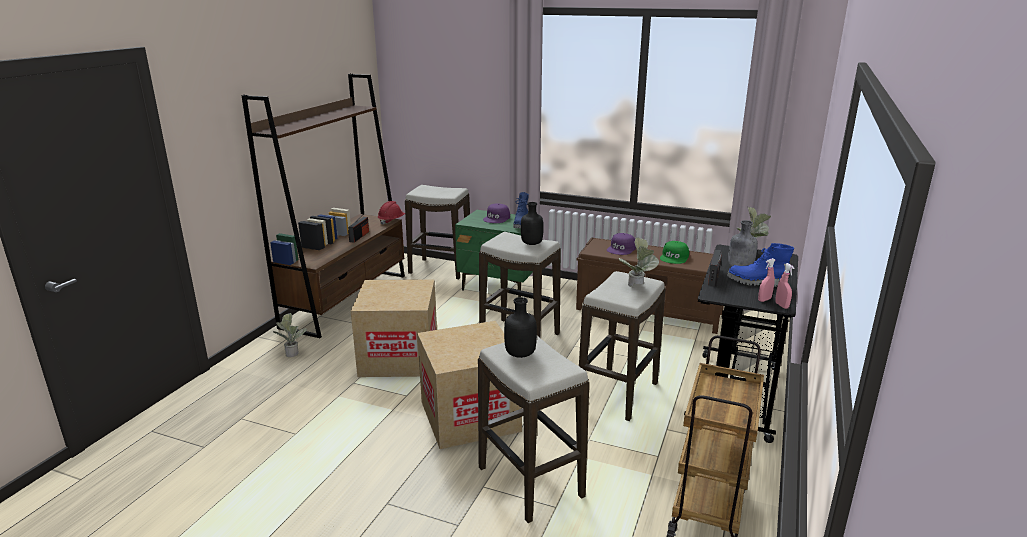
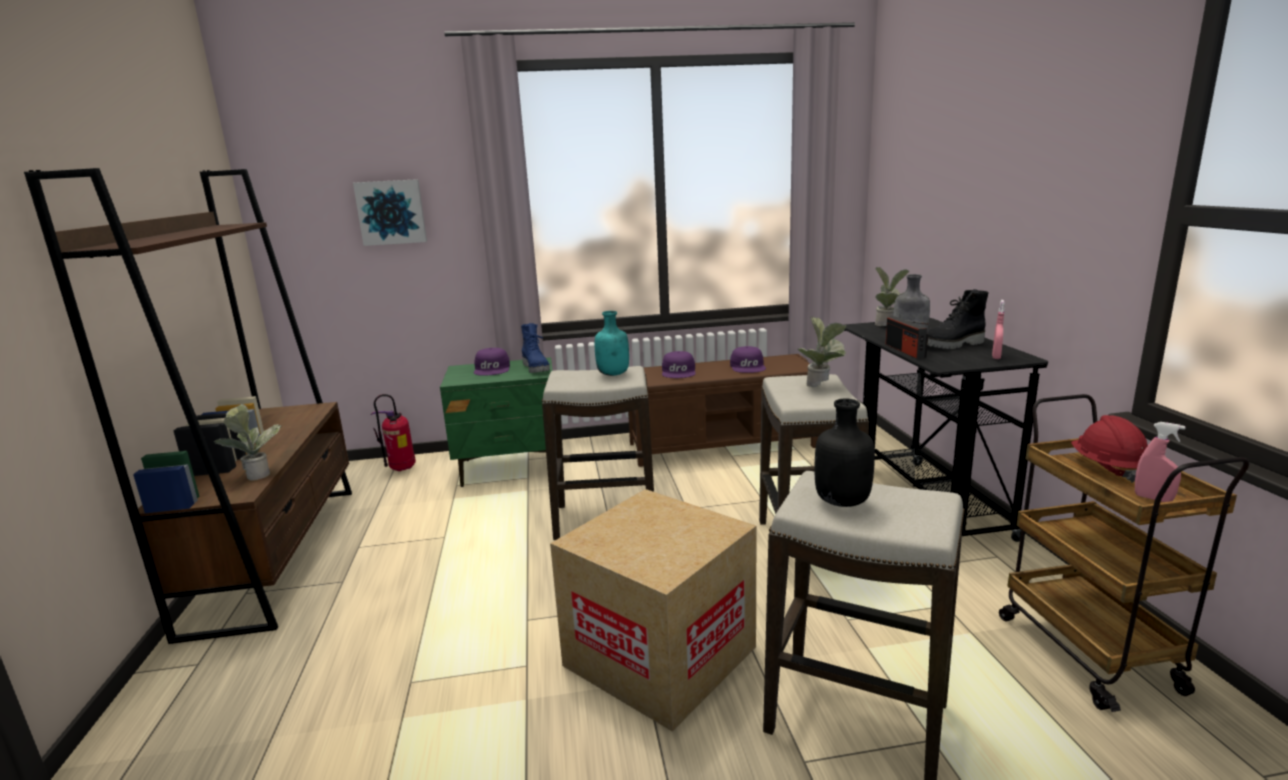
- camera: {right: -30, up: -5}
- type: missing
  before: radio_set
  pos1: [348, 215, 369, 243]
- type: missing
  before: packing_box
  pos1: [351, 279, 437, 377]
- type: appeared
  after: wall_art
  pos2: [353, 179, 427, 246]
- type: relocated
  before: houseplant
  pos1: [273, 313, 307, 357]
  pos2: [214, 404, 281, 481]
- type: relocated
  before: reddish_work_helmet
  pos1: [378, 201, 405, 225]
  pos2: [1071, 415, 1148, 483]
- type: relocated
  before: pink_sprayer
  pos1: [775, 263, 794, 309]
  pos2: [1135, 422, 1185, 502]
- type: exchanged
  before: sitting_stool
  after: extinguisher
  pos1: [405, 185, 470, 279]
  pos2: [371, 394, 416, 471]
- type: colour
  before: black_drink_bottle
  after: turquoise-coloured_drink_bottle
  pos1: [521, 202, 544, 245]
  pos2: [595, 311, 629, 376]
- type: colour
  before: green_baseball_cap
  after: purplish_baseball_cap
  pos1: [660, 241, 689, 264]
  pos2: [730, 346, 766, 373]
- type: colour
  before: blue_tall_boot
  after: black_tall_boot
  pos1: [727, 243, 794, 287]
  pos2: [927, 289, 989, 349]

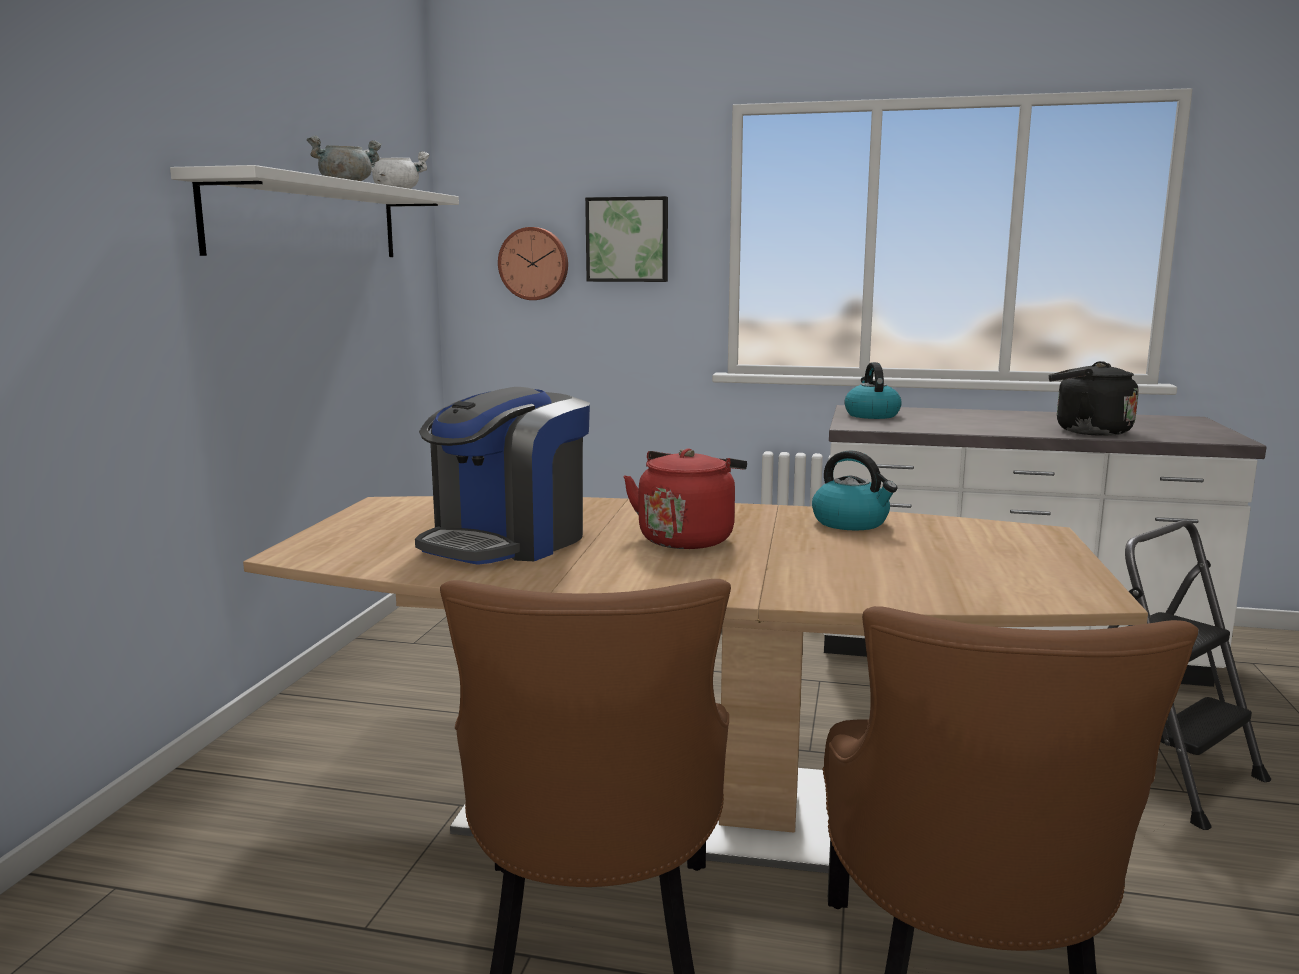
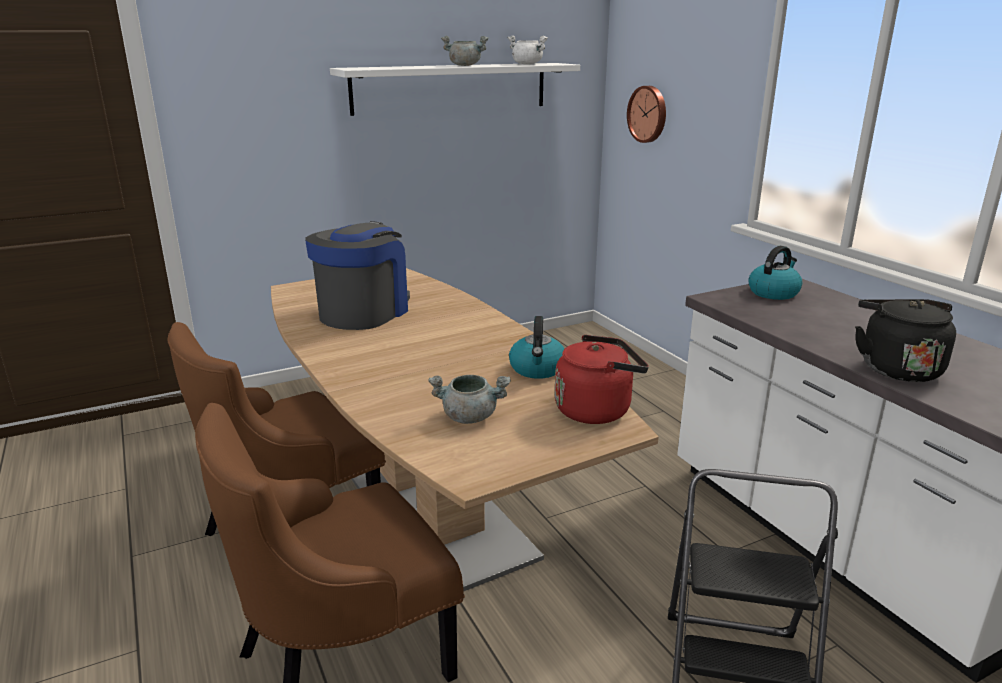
- camera: {right: 50, up: 10}
- type: missing
  before: wall_art
  pos1: [585, 196, 668, 282]
- type: appeared
  after: grey_cooking_pot
  pos2: [428, 375, 511, 424]
- type: relocated
  before: reddish_kettle
  pos1: [623, 449, 747, 549]
  pos2: [555, 335, 649, 424]
- type: spun
  before: coffee_machine
  pos1: [415, 387, 590, 565]
  pos2: [305, 221, 410, 330]
  turn: 120

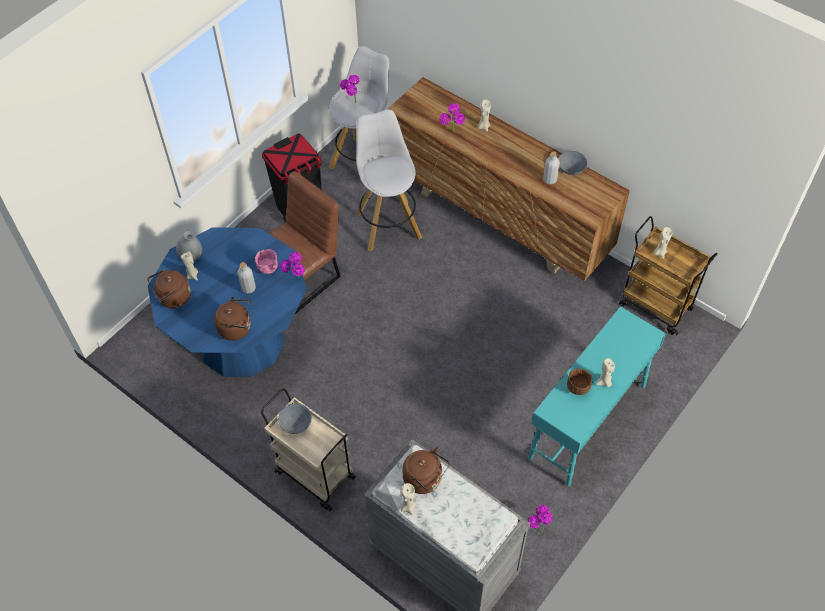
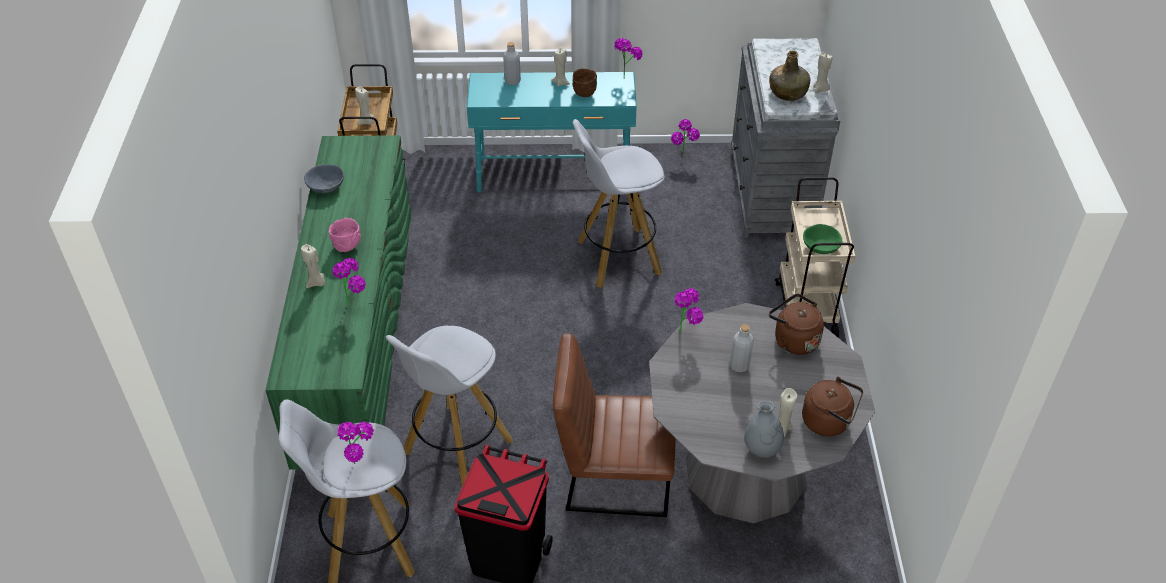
- camera: {right: -130, up: -10}
- type: appeared
  after: white-coloured_sitting_stool
  pos2: [573, 119, 664, 288]
- type: appeared
  after: houseplant
  pos2: [614, 38, 643, 79]
- type: relocated
  before: pink_serving_bowl
  pos1: [255, 249, 278, 274]
  pos2: [329, 217, 361, 252]
- type: relocated
  before: grey_drink_bottle
  pos1: [543, 151, 560, 184]
  pos2: [503, 42, 521, 85]
- type: exchanged
  before: brown_kettle
  after: green_drink_bottle
  pos1: [403, 446, 450, 494]
  pos2: [769, 51, 810, 101]
- type: colour
  before: blue_dining_table
  after: grey_dining_table
  pos1: [148, 227, 307, 377]
  pos2: [649, 303, 875, 523]
- type: colour
  before: grey_serving_bowl
  after: green_serving_bowl
  pos1: [278, 403, 312, 434]
  pos2: [803, 224, 842, 254]
- type: colour
  before: brown_cabinet
  after: green_cabinet
  pos1: [388, 77, 630, 281]
  pos2: [265, 135, 411, 469]

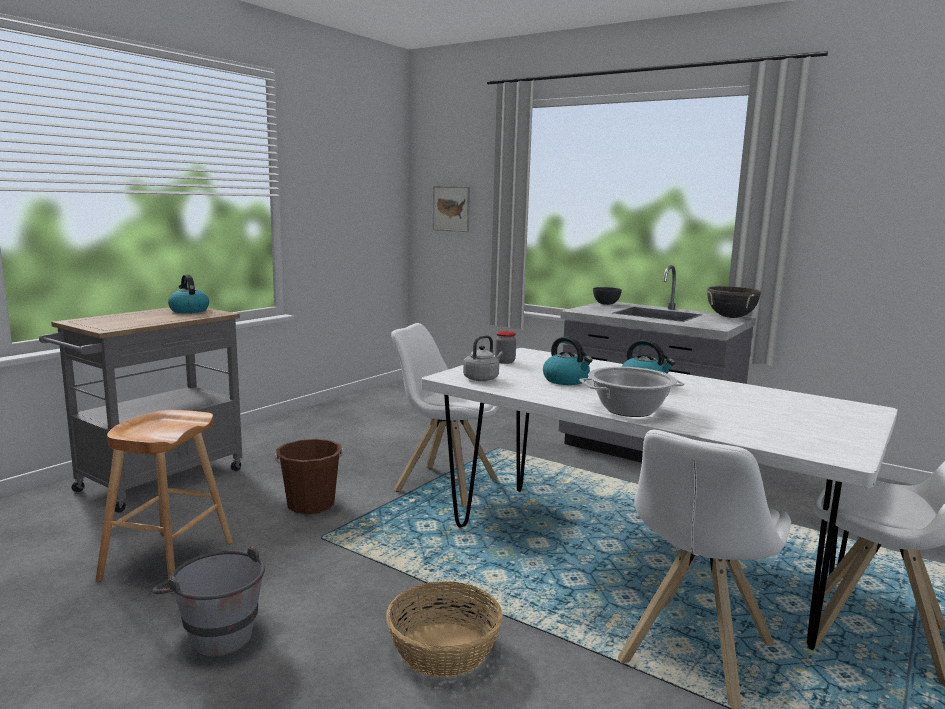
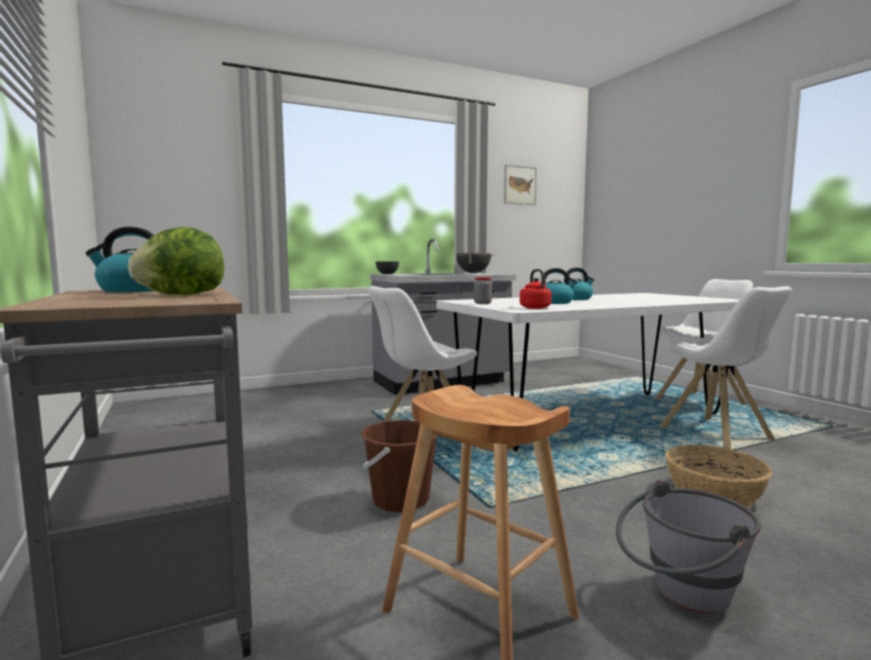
- camera: {right: -60, up: -5}
- type: missing
  before: cooking_pot
  pos1: [579, 367, 685, 417]
- type: appeared
  after: head_of_lettuce
  pos2: [128, 227, 224, 295]
- type: relocated
  before: wall_art
  pos1: [433, 186, 470, 232]
  pos2: [504, 165, 537, 205]
- type: colour
  before: grey_kettle
  after: reddish_kettle
  pos1: [463, 335, 503, 381]
  pos2: [520, 269, 552, 309]

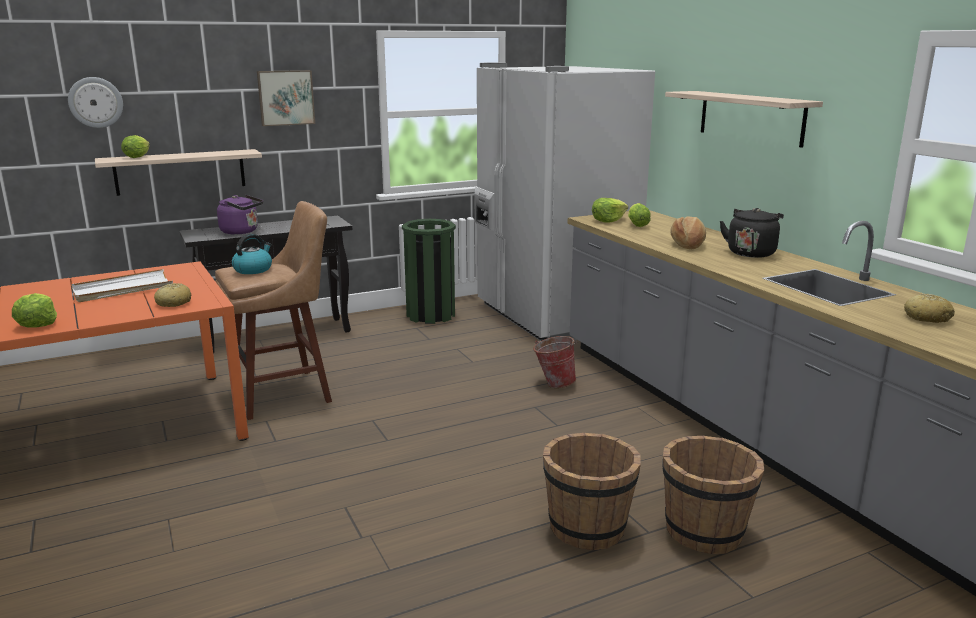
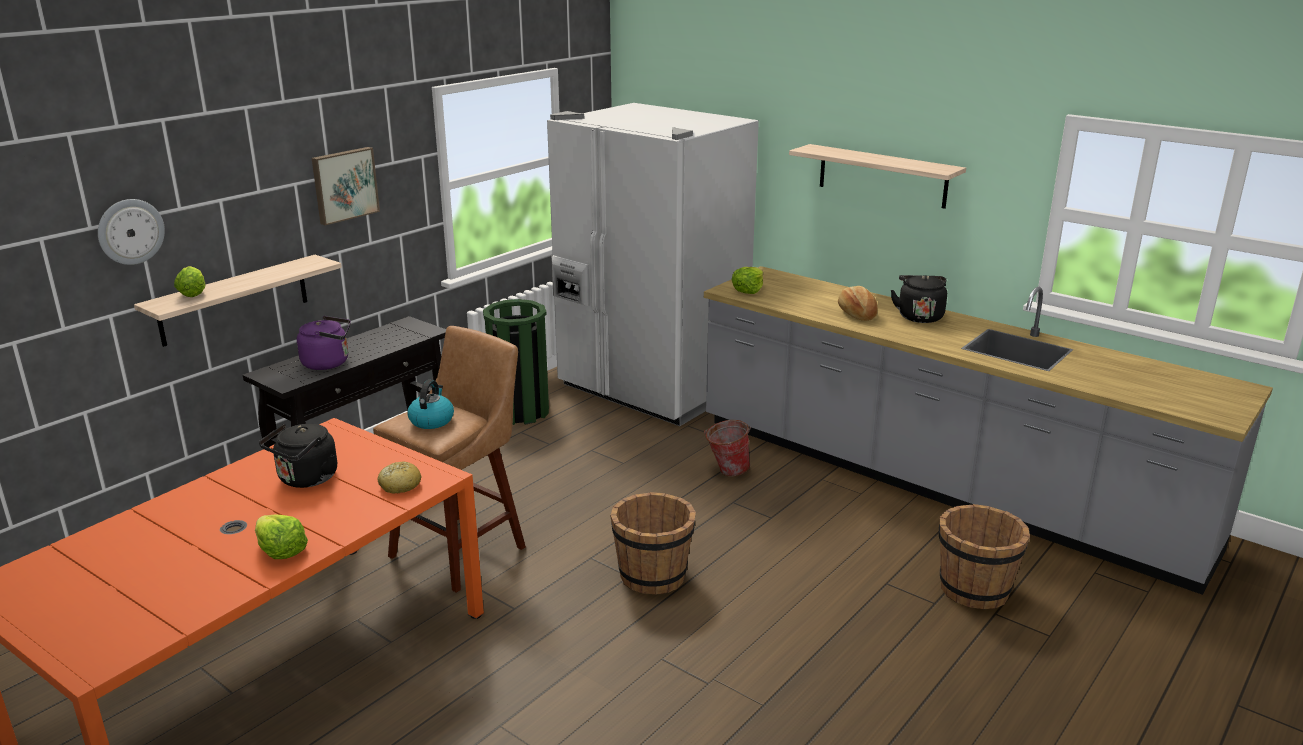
- camera: {right: -25, up: 5}
- type: missing
  before: head_of_lettuce
  pos1: [628, 203, 651, 227]
- type: missing
  before: bakery_bread
  pos1: [904, 293, 955, 323]
- type: relocated
  before: brown_pail
  pos1: [543, 433, 641, 550]
  pos2: [610, 492, 696, 595]
- type: exchanged
  before: white-coloured_tray
  after: black_kettle
  pos1: [71, 269, 173, 302]
  pos2: [259, 424, 337, 488]

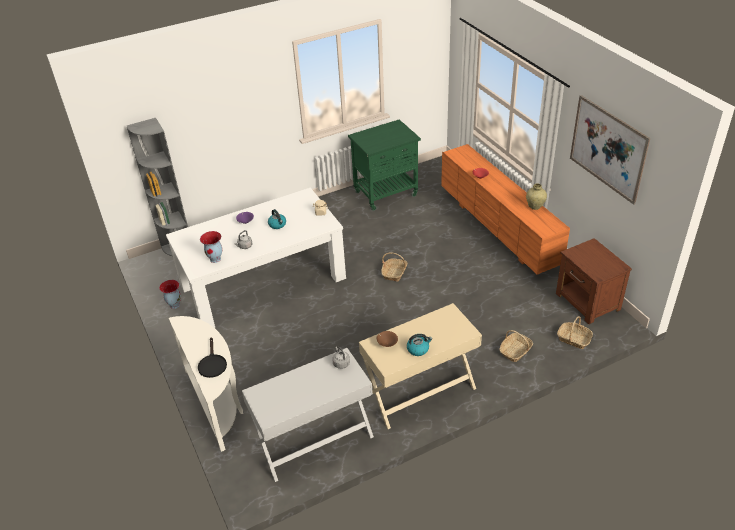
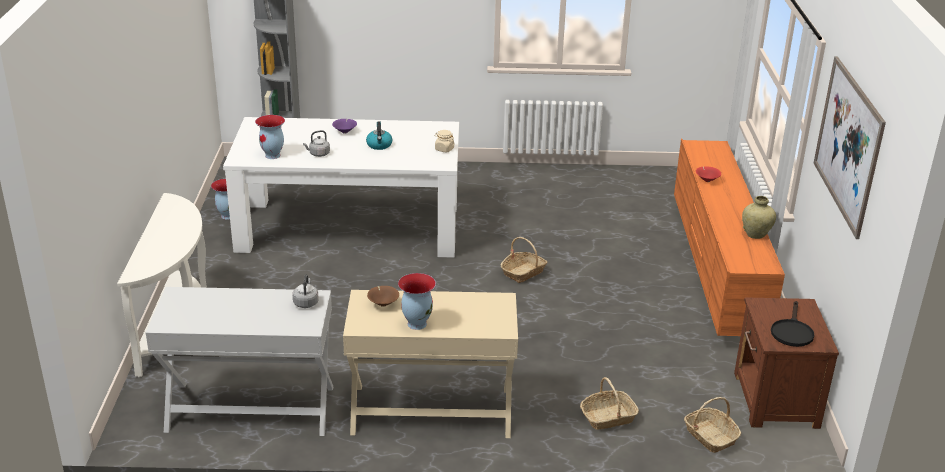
- camera: {right: 25, up: -10}
- type: missing
  before: green_wheeled_cart
  pos1: [348, 119, 421, 211]
- type: relocated
  before: black_frying_pan
  pos1: [198, 337, 227, 378]
  pos2: [771, 301, 814, 347]
- type: exchanged
  before: kettle
  after: vase
  pos1: [407, 334, 432, 356]
  pos2: [398, 273, 436, 330]

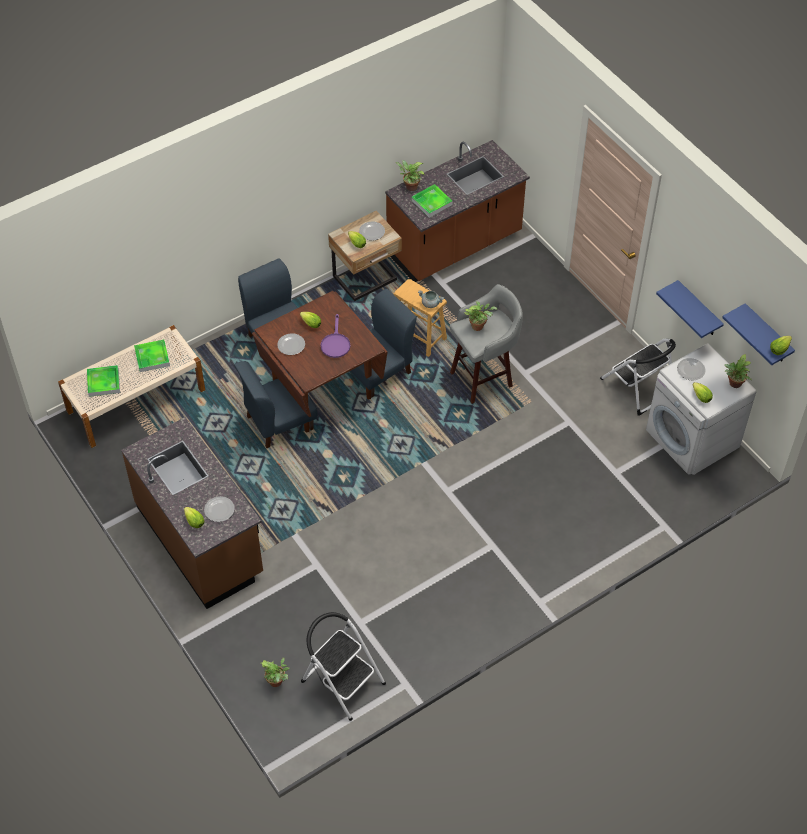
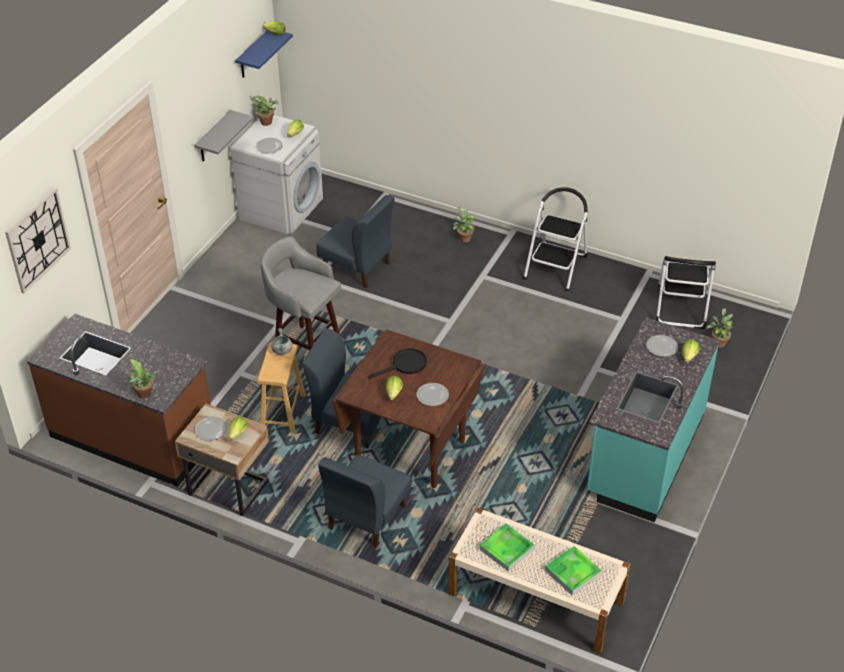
- camera: {right: -120, up: -10}
- type: missing
  before: tray
  pos1: [411, 184, 453, 218]
- type: appeared
  after: hanging_clock
  pos2: [5, 188, 71, 294]
- type: relocated
  before: blue_plain_chair
  pos1: [234, 361, 318, 448]
  pos2: [316, 195, 395, 288]
- type: relocated
  before: houseplant
  pos1: [464, 301, 498, 331]
  pos2: [453, 207, 475, 243]
- type: relocated
  before: step_ladder
  pos1: [600, 339, 676, 416]
  pos2: [523, 187, 588, 291]
- type: colour
  before: brown_kitchen_base_unit
  after: turquoise-coloured_kitchen_base_unit
  pos1: [121, 417, 263, 609]
  pos2: [587, 317, 720, 522]
- type: colour
  before: purplish_frying_pan
  after: black_frying_pan
  pos1: [321, 314, 350, 358]
  pos2: [368, 348, 427, 379]
- type: colour
  before: blue_bracket_shelf
  after: grey_bracket_shelf
  pos1: [656, 280, 724, 338]
  pos2: [194, 110, 254, 161]

